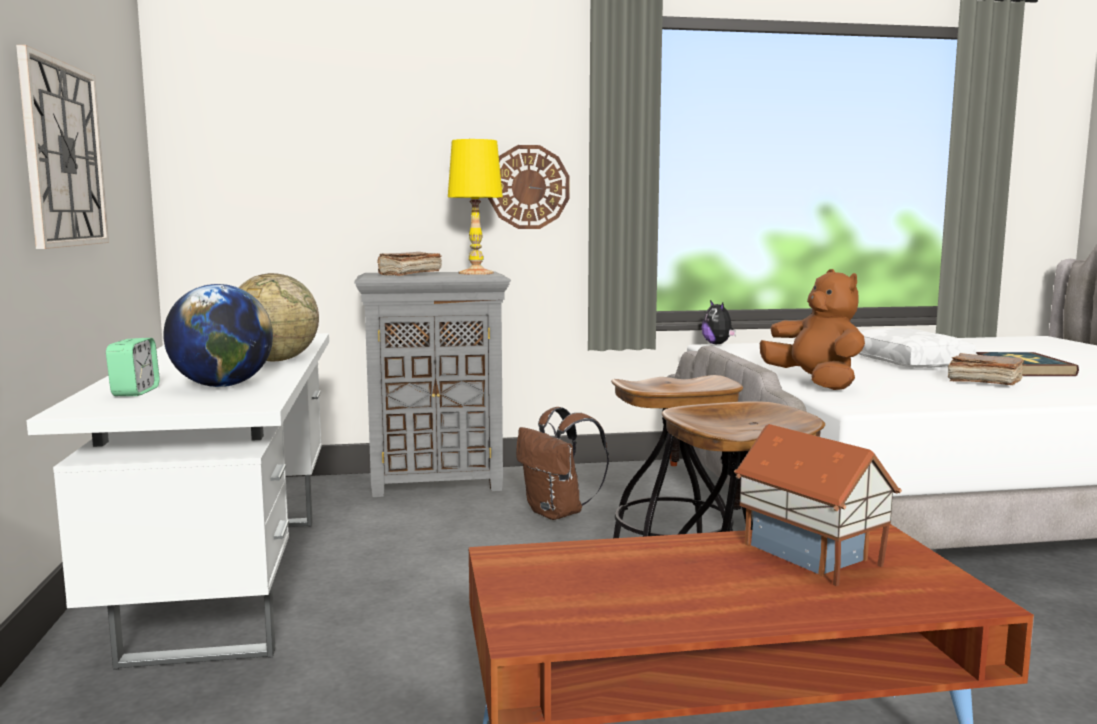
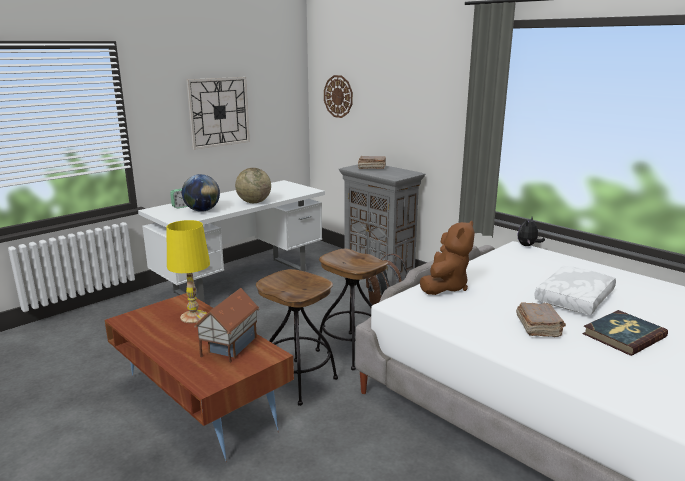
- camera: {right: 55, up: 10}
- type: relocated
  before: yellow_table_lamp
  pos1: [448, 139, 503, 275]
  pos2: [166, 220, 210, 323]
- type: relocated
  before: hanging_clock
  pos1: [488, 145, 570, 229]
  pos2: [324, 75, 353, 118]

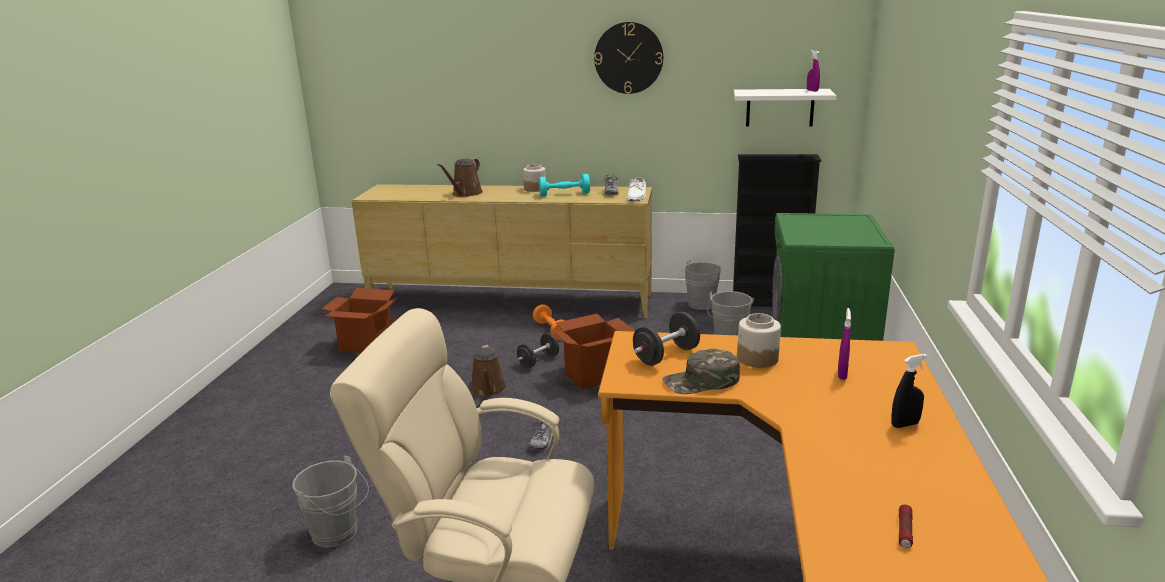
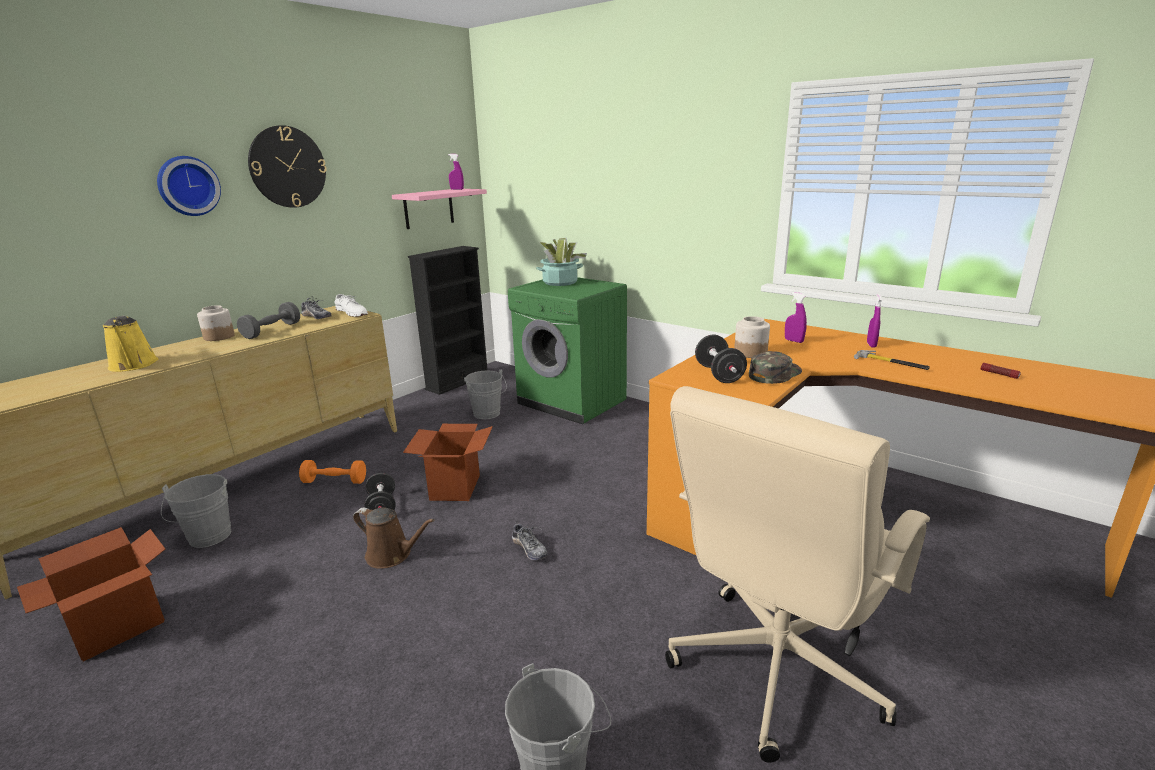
- camera: {right: -60, up: 0}
- type: appeared
  after: hanging_clock
  pos2: [157, 156, 221, 216]
- type: appeared
  after: houseplant
  pos2: [536, 238, 587, 286]
- type: appeared
  after: tool_hammer
  pos2: [854, 350, 930, 370]
- type: relocated
  before: grey_pail
  pos1: [678, 259, 721, 310]
  pos2: [161, 474, 231, 548]
- type: colour
  before: brown_watering_pot
  after: yellow_watering_pot
  pos1: [437, 158, 483, 197]
  pos2: [103, 316, 158, 372]
- type: colour
  before: turquoise-coloured_hand_weight
  after: grey_hand_weight
  pos1: [539, 174, 590, 196]
  pos2: [237, 302, 300, 339]
- type: colour
  before: white-coloured_bracket_shelf
  after: pink_bracket_shelf
  pos1: [734, 89, 837, 127]
  pos2: [392, 189, 487, 229]
- type: colour
  before: black_sprayer
  after: purplish_sprayer
  pos1: [891, 354, 927, 428]
  pos2: [867, 294, 882, 348]
- type: spun
  before: green_baseball_cap
  pos1: [663, 349, 740, 394]
  pos2: [749, 351, 802, 384]
  turn: -150

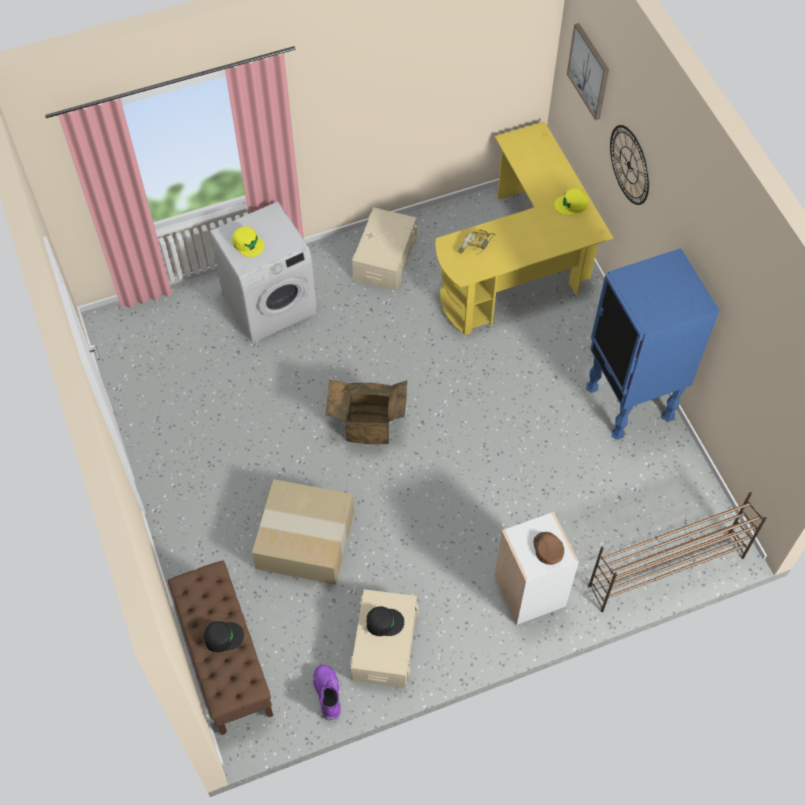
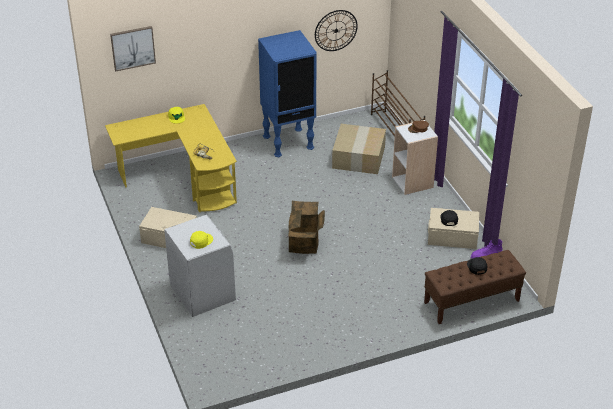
- camera: {right: -90, up: -20}
- type: relocated
  before: packing_box
  pos1: [252, 479, 354, 585]
  pos2: [332, 124, 386, 174]
- type: relocated
  before: hanging_clock
  pos1: [610, 125, 649, 205]
  pos2: [315, 10, 358, 51]

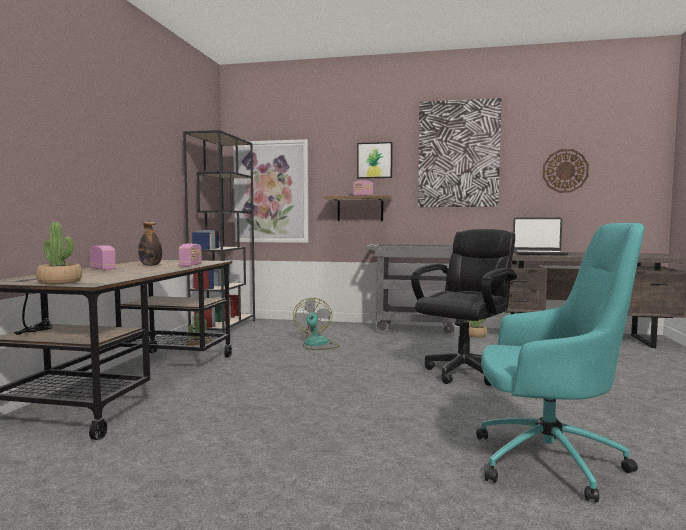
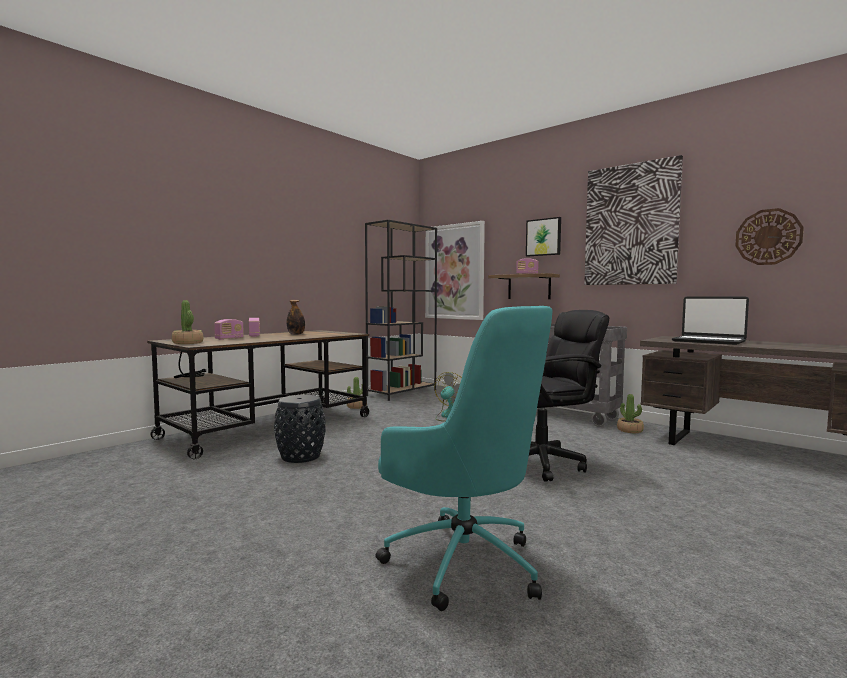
- camera: {right: 30, up: 0}
- type: appeared
  after: black_sitting_stool
  pos2: [274, 395, 326, 463]
- type: relocated
  before: radio_set
  pos1: [179, 244, 202, 267]
  pos2: [214, 319, 244, 340]

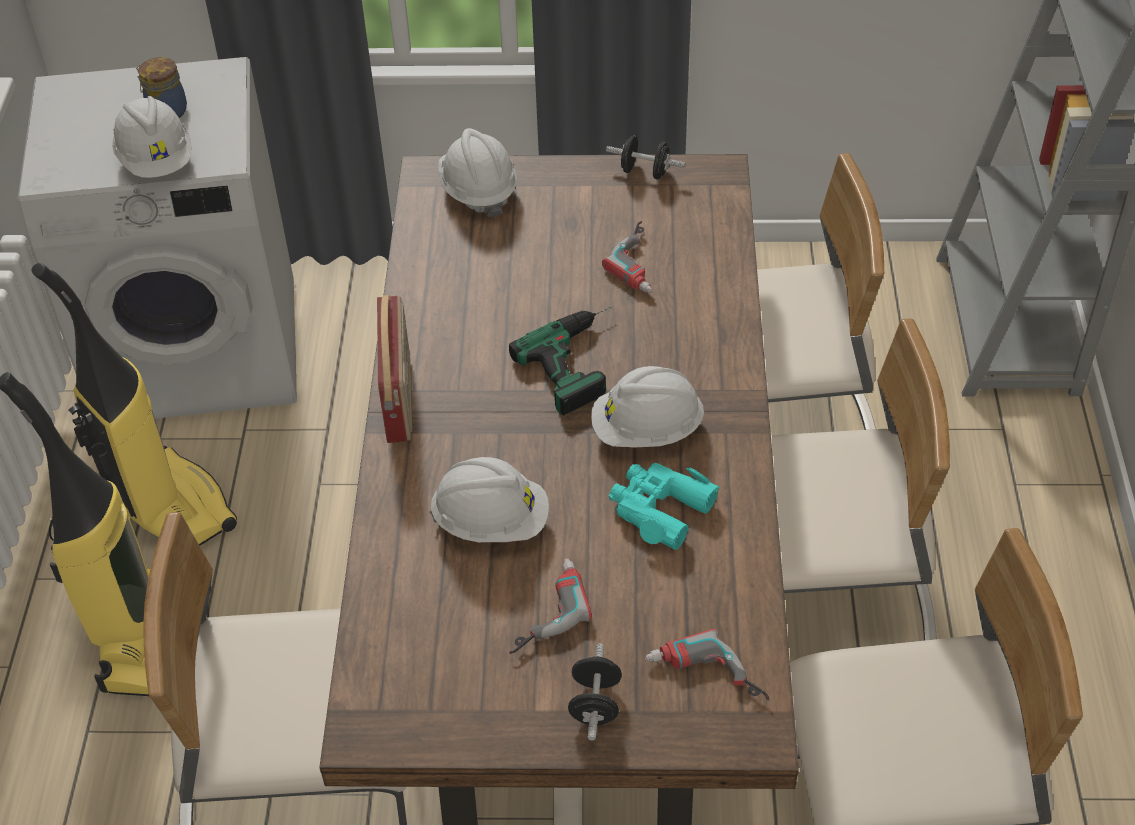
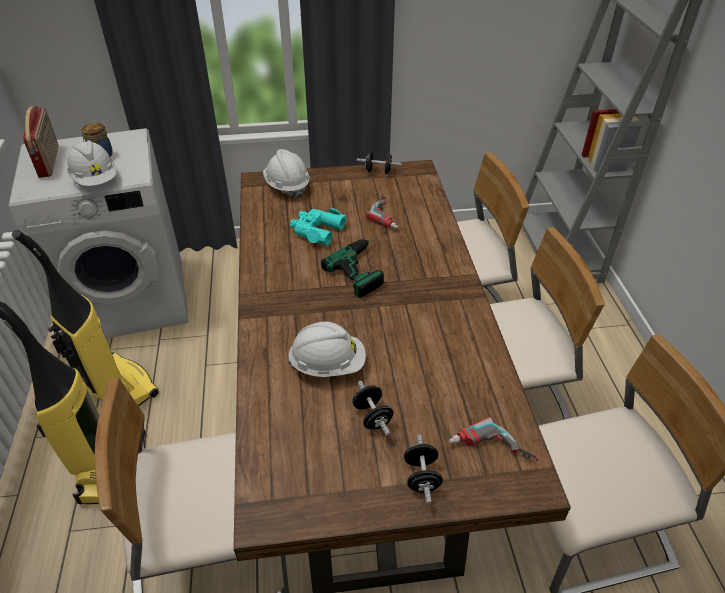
- camera: {right: -10, up: -5}
- type: missing
  before: white-coloured_work_helmet
  pos1: [591, 366, 705, 448]
- type: relocated
  before: radio_set
  pos1: [377, 295, 412, 443]
  pos2: [23, 106, 58, 178]
- type: relocated
  before: turquoise-coloured_binoculars
  pos1: [609, 463, 719, 550]
  pos2: [290, 208, 346, 246]
- type: exchanged
  before: drill
  after: black_hand_weight
  pos1: [509, 558, 592, 654]
  pos2: [352, 381, 394, 436]

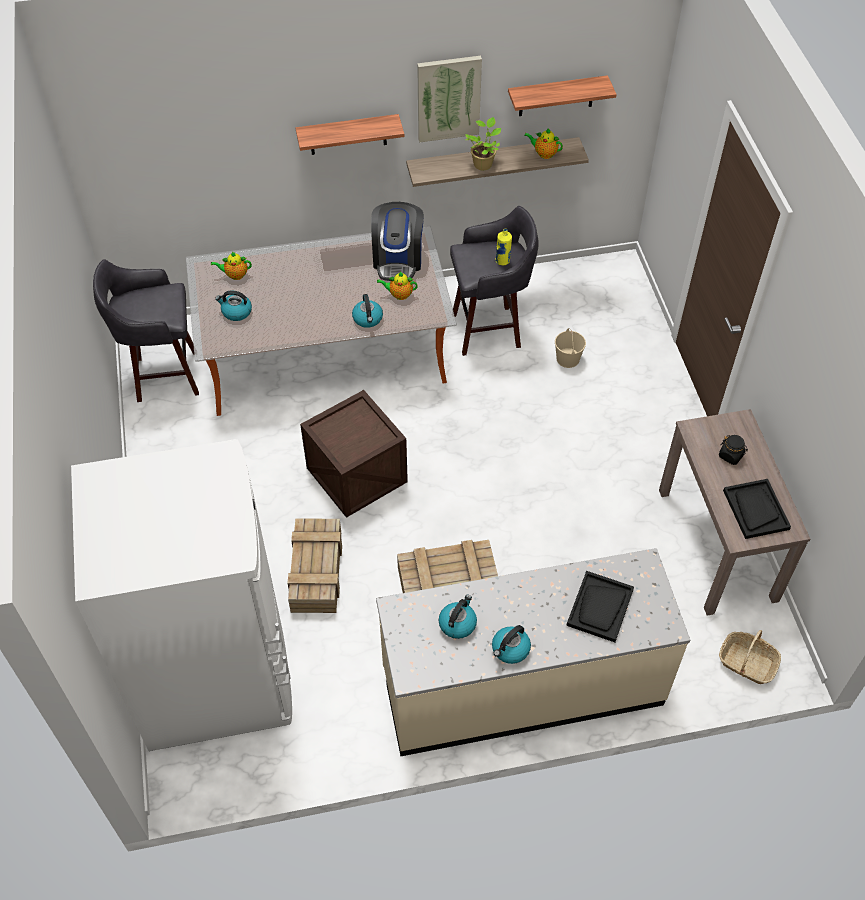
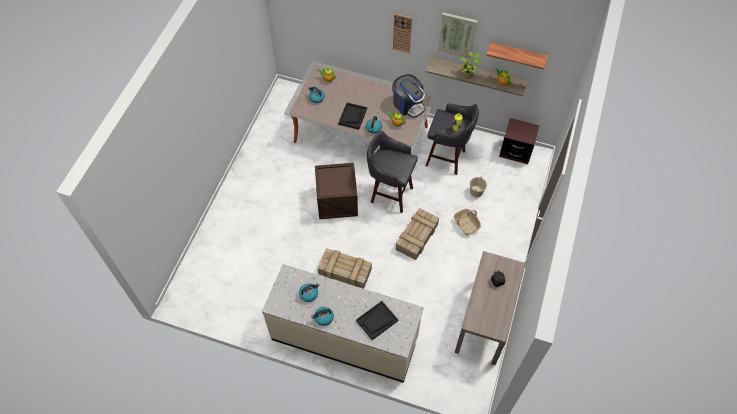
- camera: {right: 30, up: 5}
- type: missing
  before: white-coloured_refrigerator
  pos1: [71, 439, 292, 751]
- type: appeared
  after: brown_night_table
  pos2: [499, 118, 539, 164]
- type: relocated
  before: grey_sitting_stool
  pos1: [93, 259, 199, 402]
  pos2: [367, 131, 418, 213]
- type: relocated
  before: packing_crate
  pos1: [288, 518, 342, 613]
  pos2: [396, 208, 439, 260]
- type: relocated
  before: basket
  pos1: [719, 630, 781, 684]
  pos2: [454, 209, 481, 235]
- type: relocated
  before: black_tray
  pos1: [723, 479, 791, 539]
  pos2: [338, 103, 367, 130]
- type: exchanged
  before: bracket_shelf
  after: hanging_clock
  pos1: [296, 114, 404, 155]
  pos2: [393, 14, 412, 53]
- type: spun
  before: coffee_machine
  pos1: [371, 202, 424, 281]
  pos2: [392, 74, 426, 118]
  turn: -75

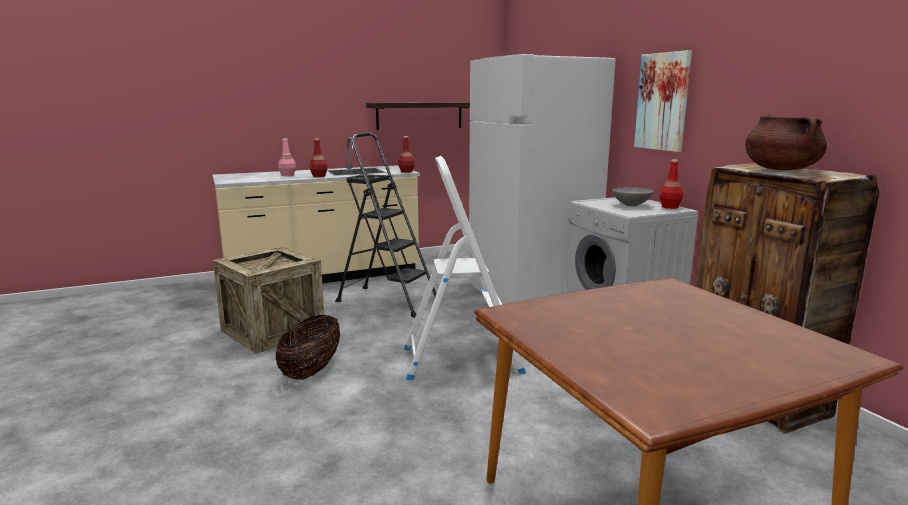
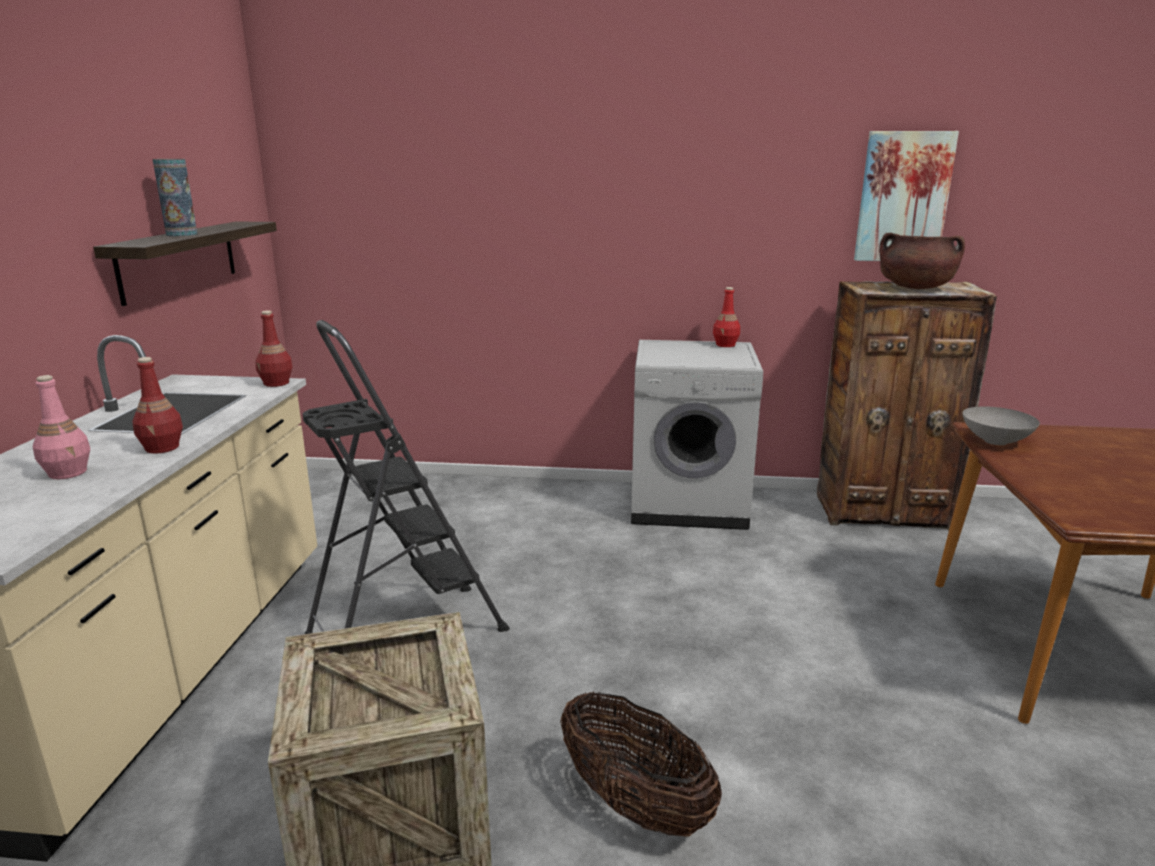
- camera: {right: -60, up: 5}
- type: missing
  before: white-coloured_step_ladder
  pos1: [404, 156, 526, 380]
- type: missing
  before: white-coloured_refrigerator
  pos1: [469, 54, 615, 304]
- type: appeared
  after: vase
  pos2: [153, 159, 198, 237]
- type: relocated
  before: grey_serving_bowl
  pos1: [611, 187, 654, 207]
  pos2: [962, 406, 1040, 445]
- type: relocated
  before: wall_art
  pos1: [634, 50, 692, 152]
  pos2: [854, 131, 959, 261]

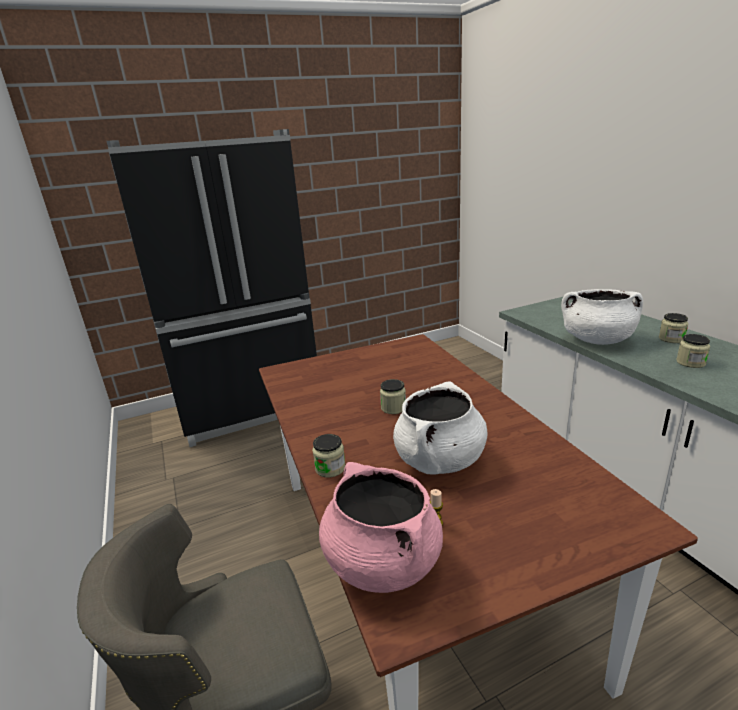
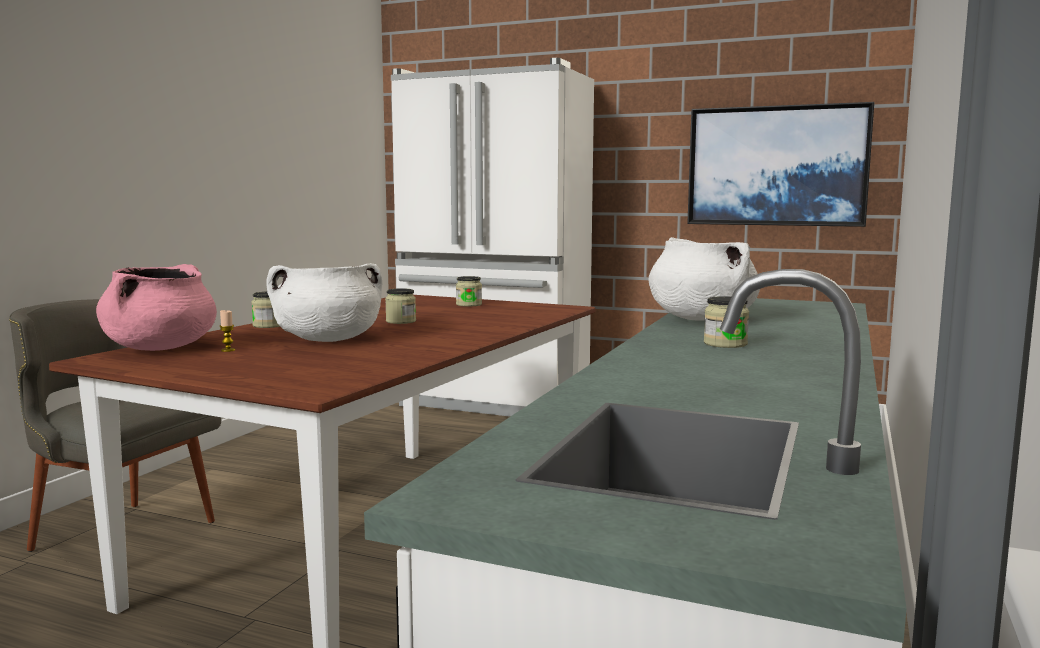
- camera: {right: 45, up: -15}
- type: appeared
  after: wall_art
  pos2: [687, 102, 874, 227]
- type: relocated
  before: preserve_jar
  pos1: [659, 313, 688, 343]
  pos2: [456, 276, 482, 307]
- type: colour
  before: black_refrigerator
  after: white-coloured_refrigerator
  pos1: [107, 129, 317, 447]
  pos2: [391, 58, 594, 417]

